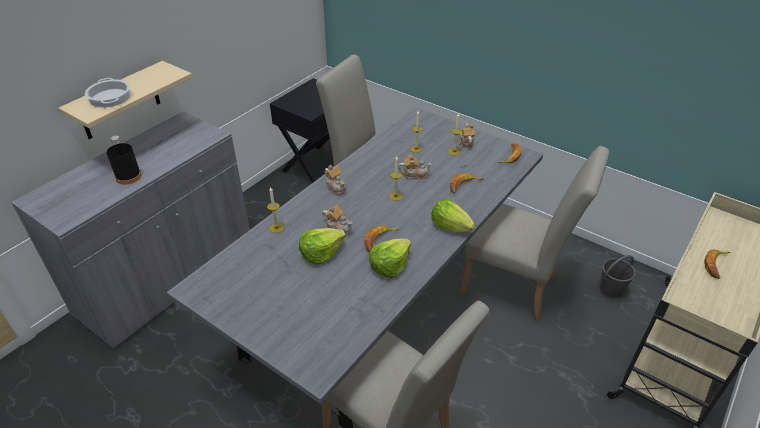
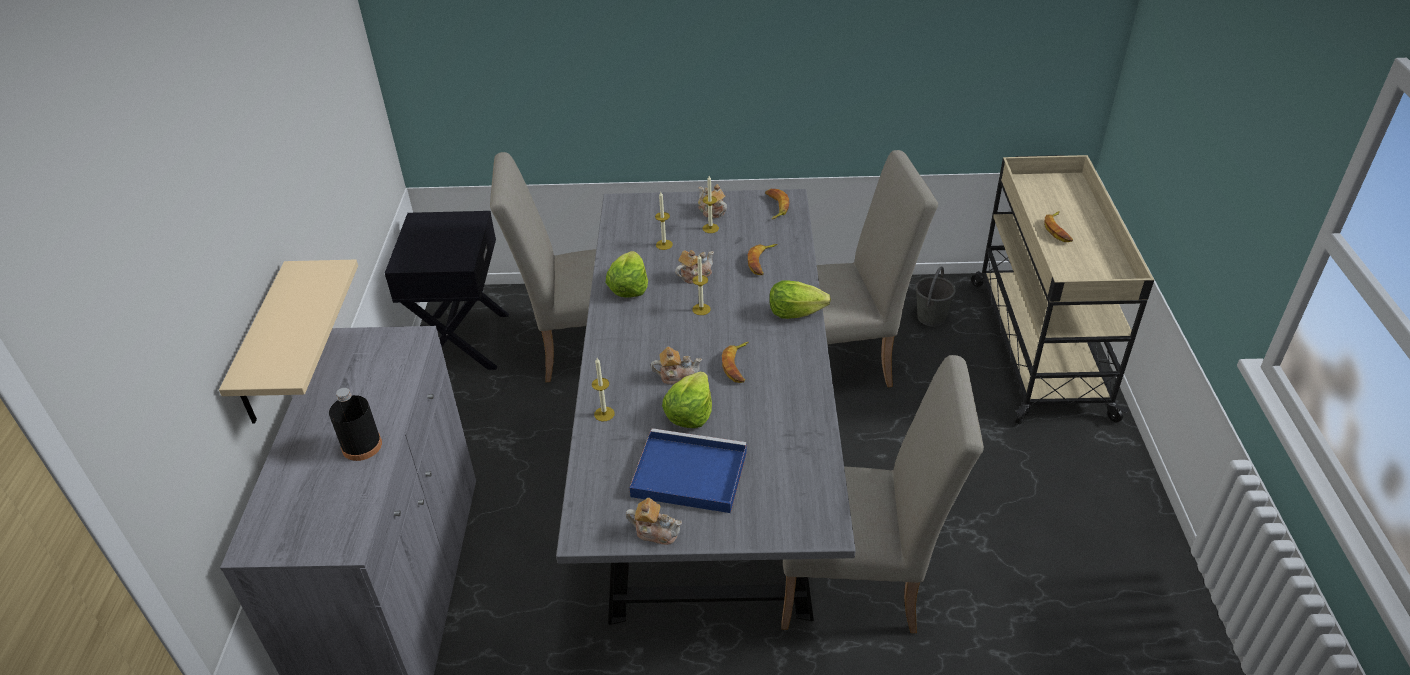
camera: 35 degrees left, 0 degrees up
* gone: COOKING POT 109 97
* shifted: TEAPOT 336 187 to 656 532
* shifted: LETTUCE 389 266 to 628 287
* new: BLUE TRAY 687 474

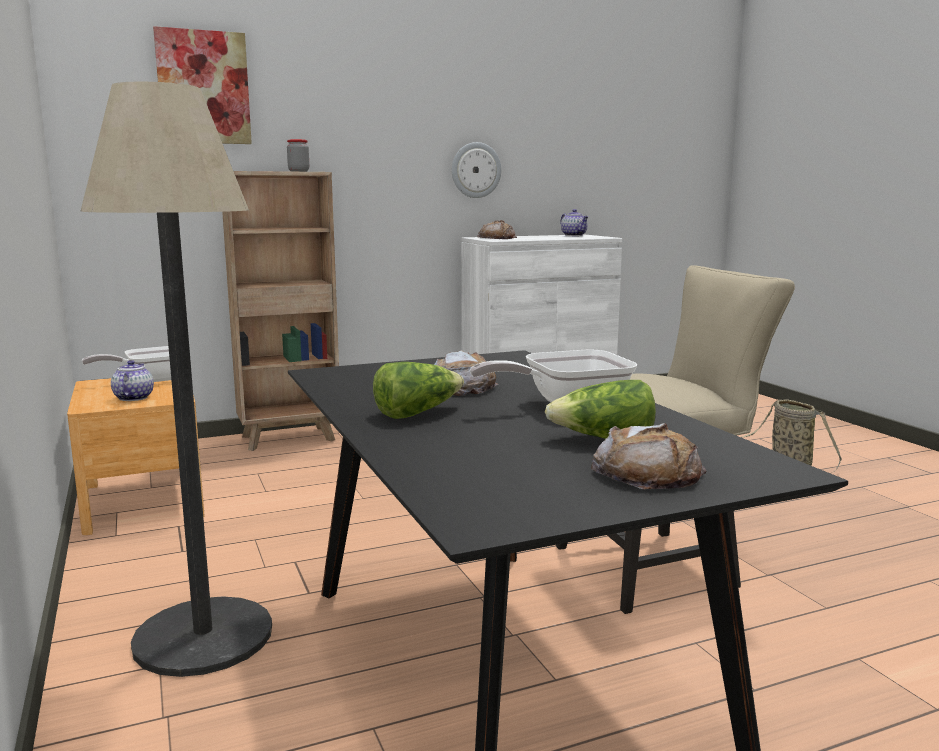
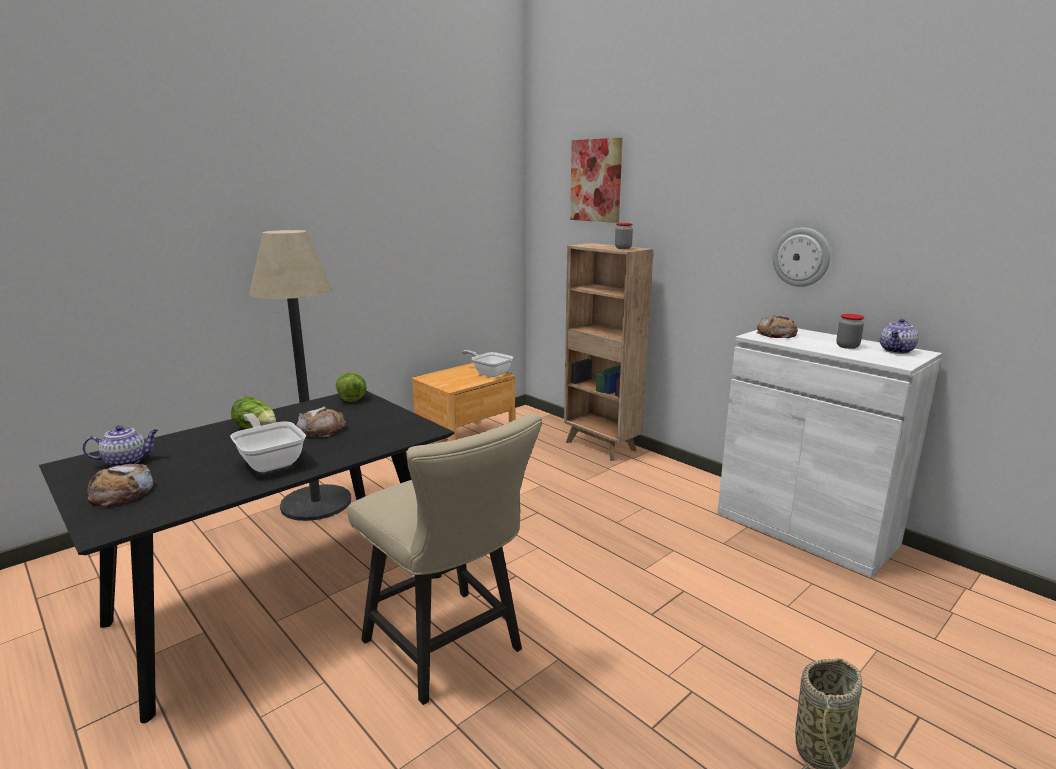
camera: 70 degrees right, 5 degrees up
* shifted: TEAPOT 133 398 to 127 461
* shifted: LETTUCE 604 440 to 351 397
* new: JAR 847 346

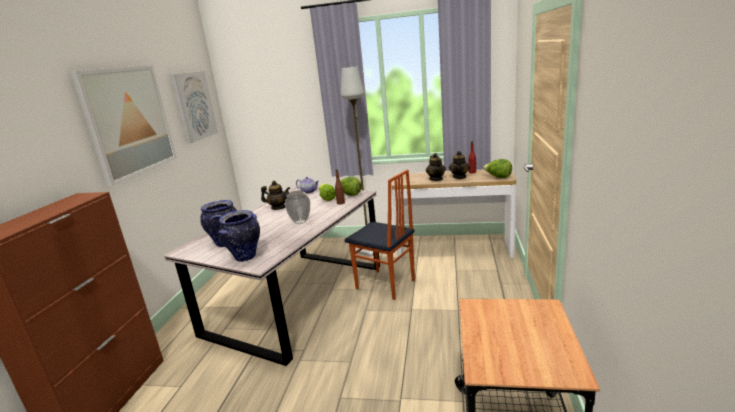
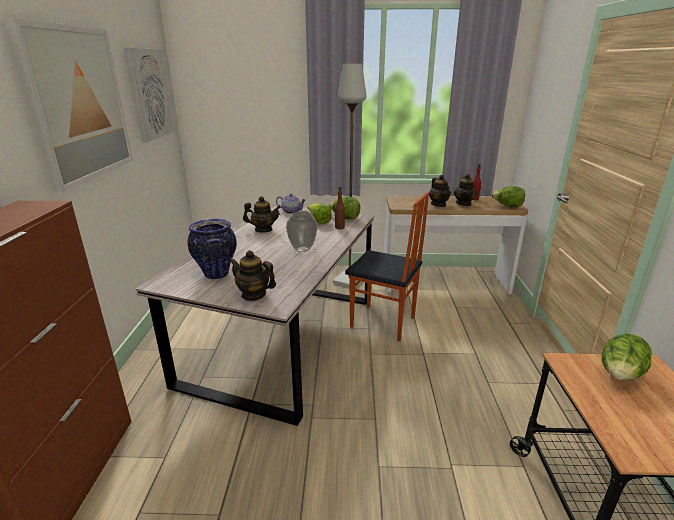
camera: 10 degrees left, 5 degrees up
* swapped: VASE 245 257 to TEAPOT 253 295
* new: LETTUCE 620 375

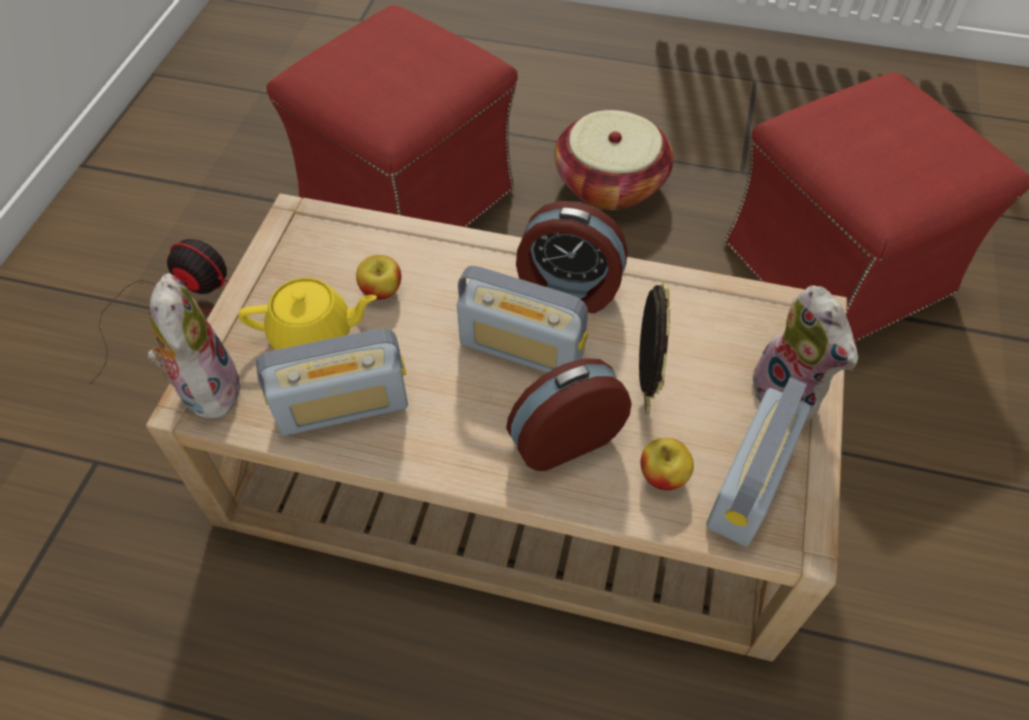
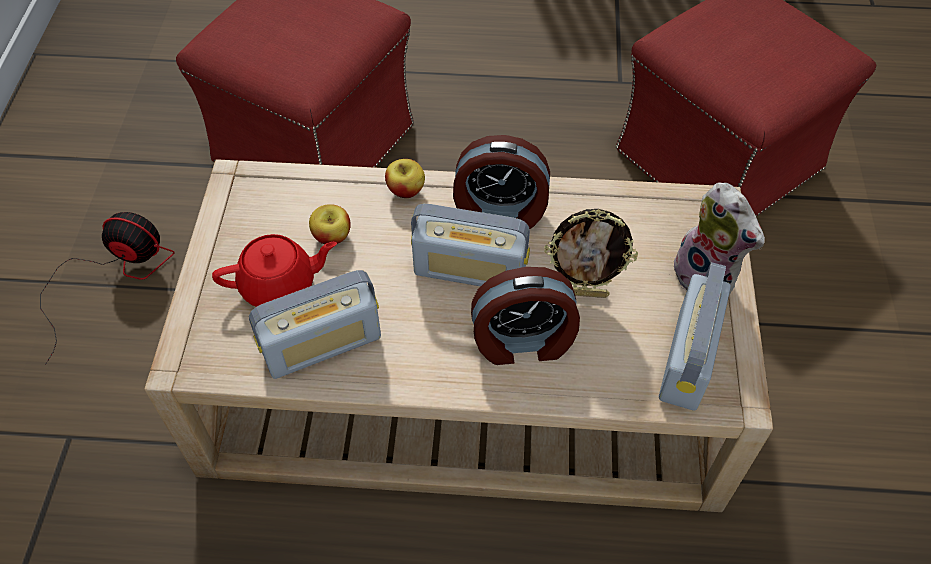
camera: 10 degrees left, 0 degrees up
* gone: BASKET 610 183
* gone: PLUSH TOY 206 387
* repainted: YELLOW TEAPOT 314 335 to RED TEAPOT 280 285
* rotated: PICTURE FRAME 642 391 = 582 293 105 degrees clockwise
* rotated: ALARM CLOCK 564 437 = 523 342 150 degrees counterclockwise
* shifted: APPLE 663 475 to 406 190

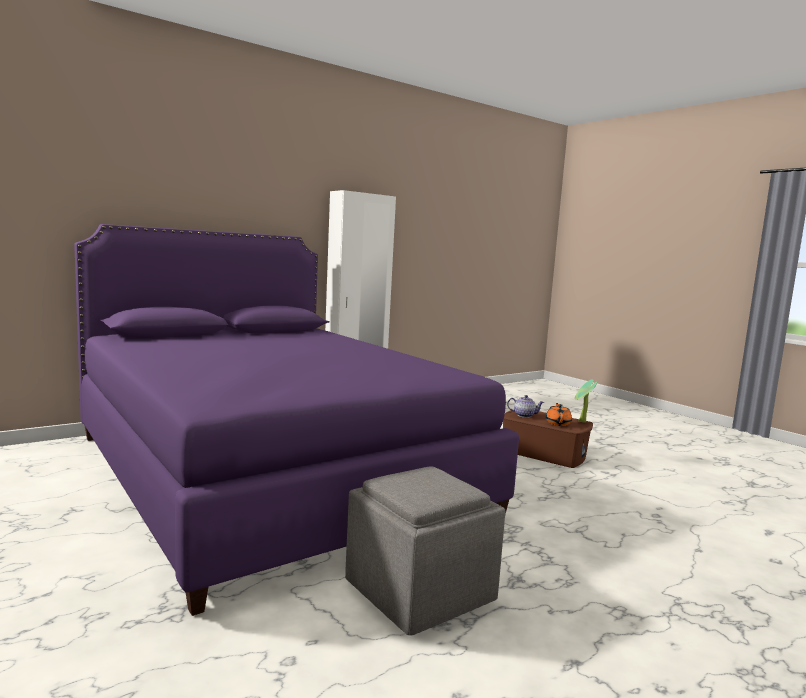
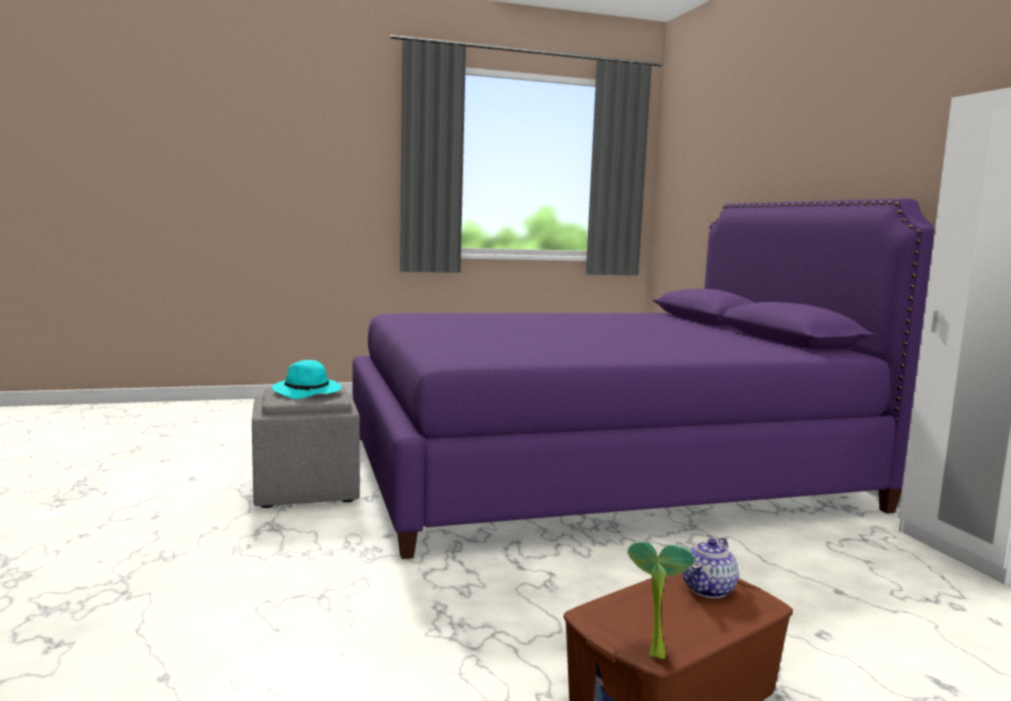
camera: 110 degrees right, 0 degrees up
* gone: ORANGE TEAPOT 558 423
* new: TURQUOISE HAT 308 392

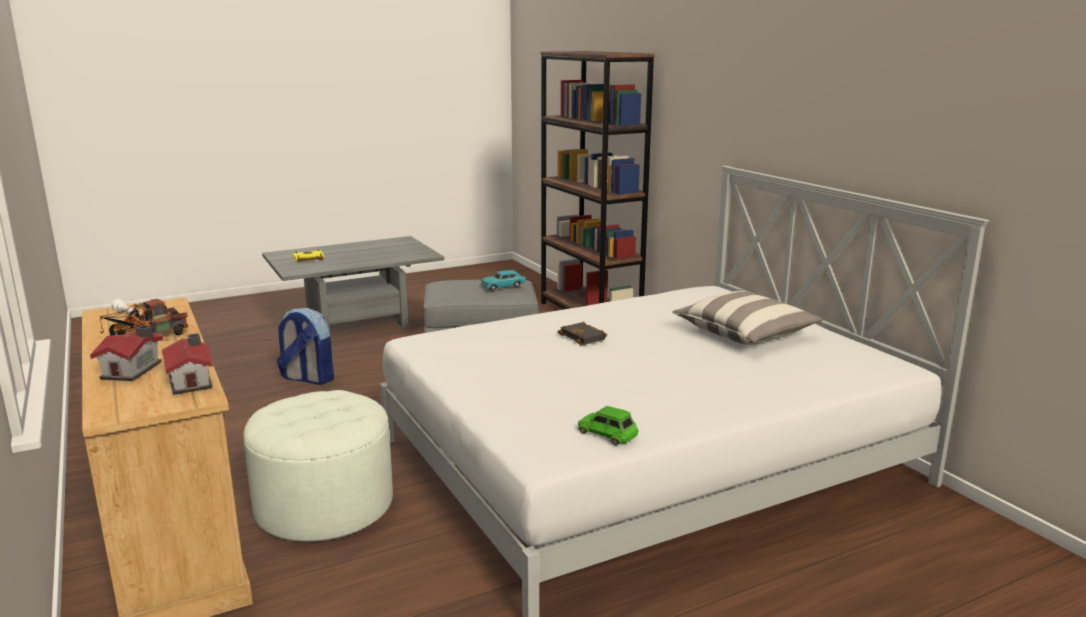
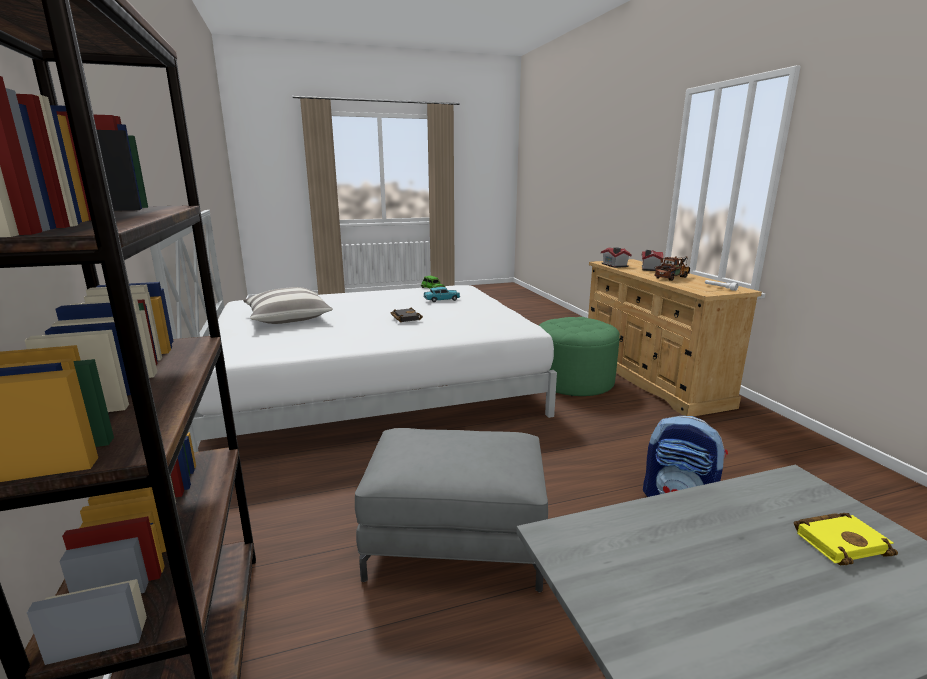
camera: 170 degrees left, 0 degrees up
* shifted: TURQUOISE TOY CAR 503 287 to 441 300
* repainted: WHITE OTTOMAN 324 505 to GREEN OTTOMAN 574 381

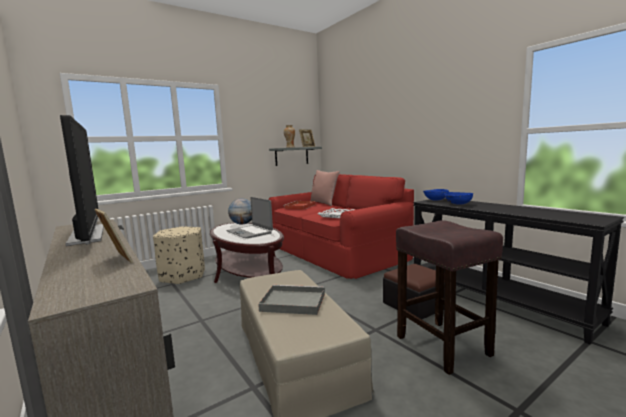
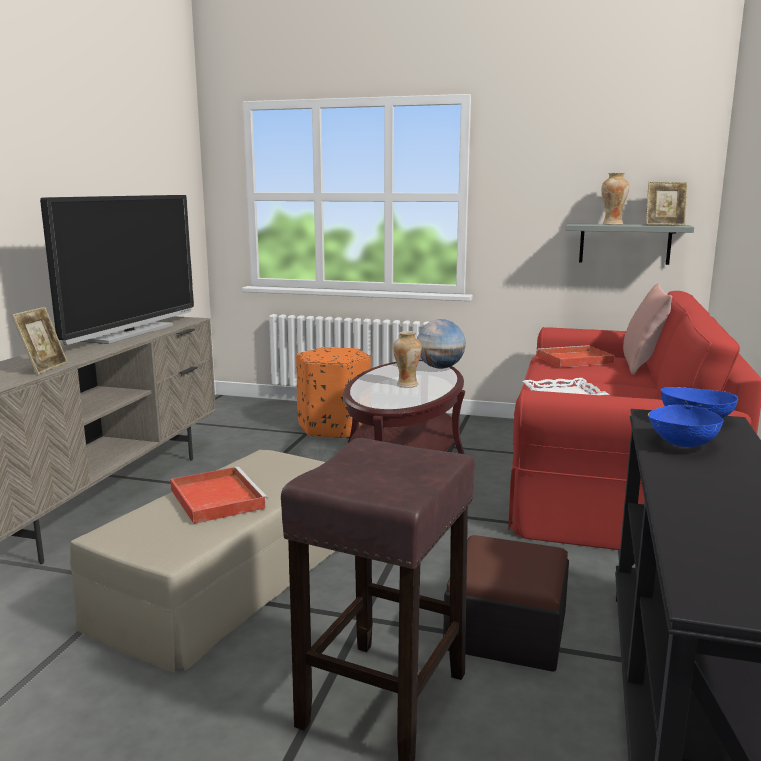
camera: 50 degrees right, 5 degrees up
* swapped: LAPTOP 249 232 to VASE 407 385
* repainted: BEIGE OTTOMAN 183 276 to ORANGE OTTOMAN 334 427
* repainted: GREY TRAY 292 302 to RED TRAY 216 498

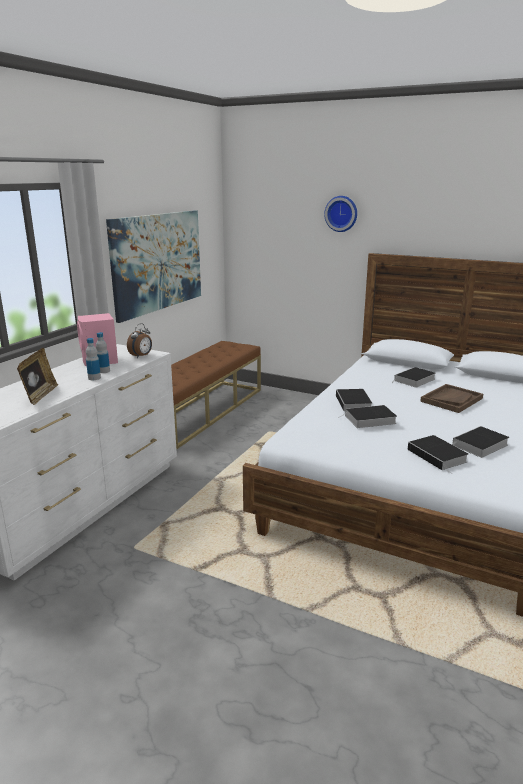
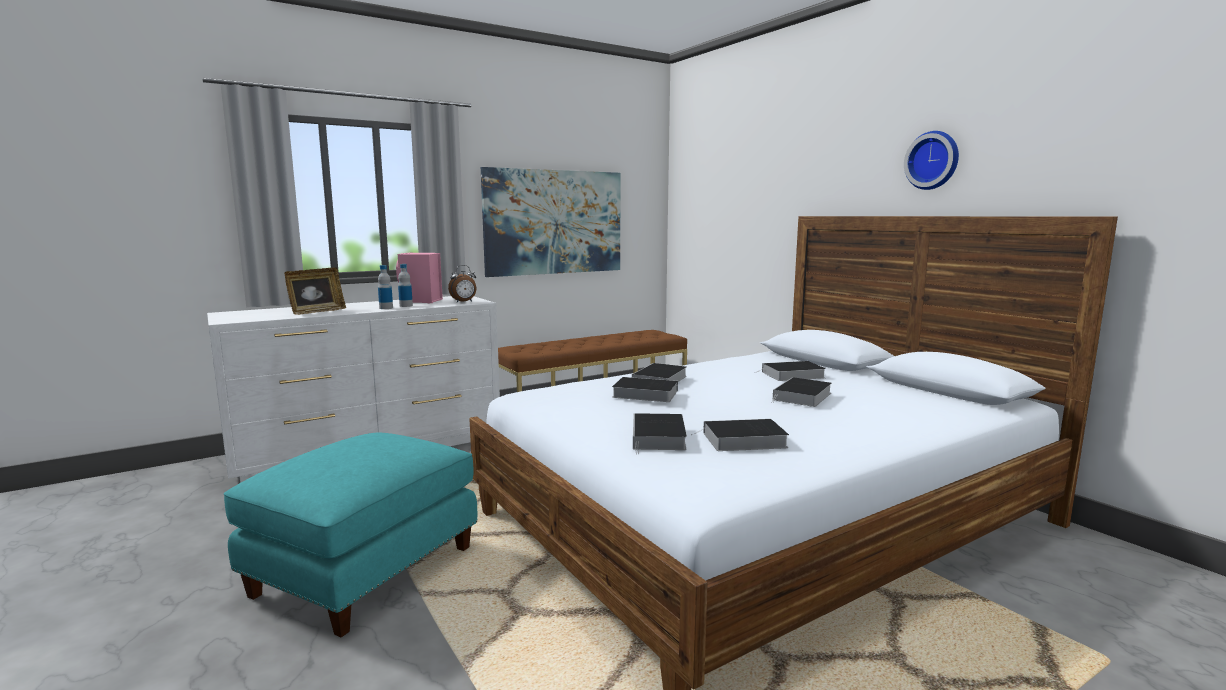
camera: 30 degrees right, 10 degrees down
* shifted: WALL CLOCK 341 213 to 933 160
* swapped: BROWN TRAY 451 400 to BOOK 802 397
* new: TURQUOISE OTTOMAN 365 570

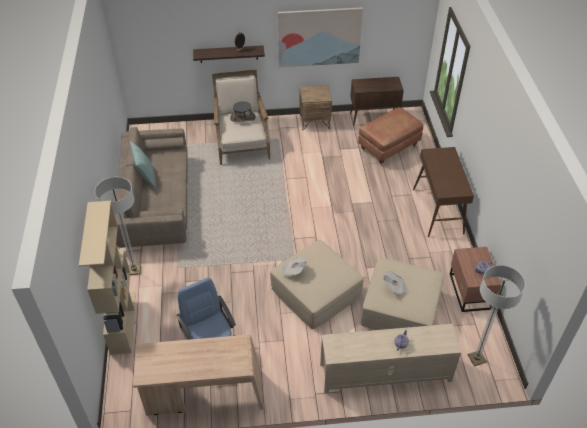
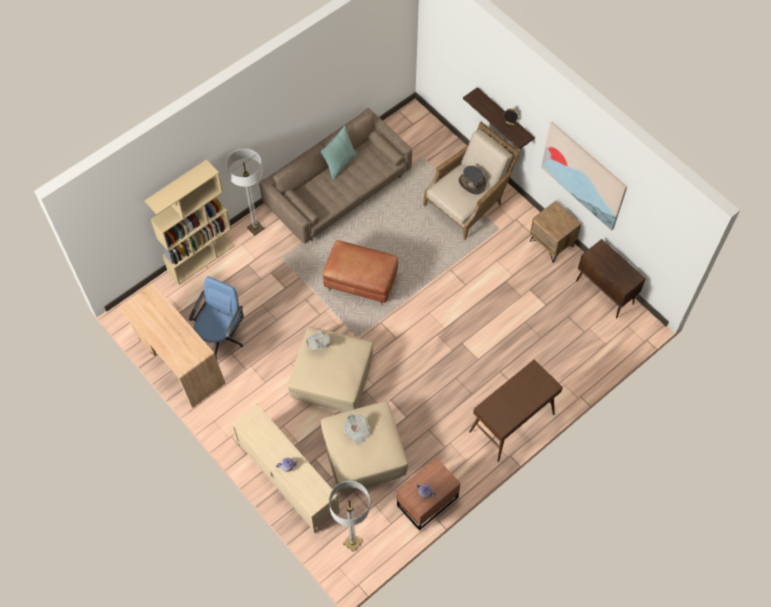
camera: 55 degrees right, 15 degrees up
* shifted: BROWN OTTOMAN 388 148 to 361 282

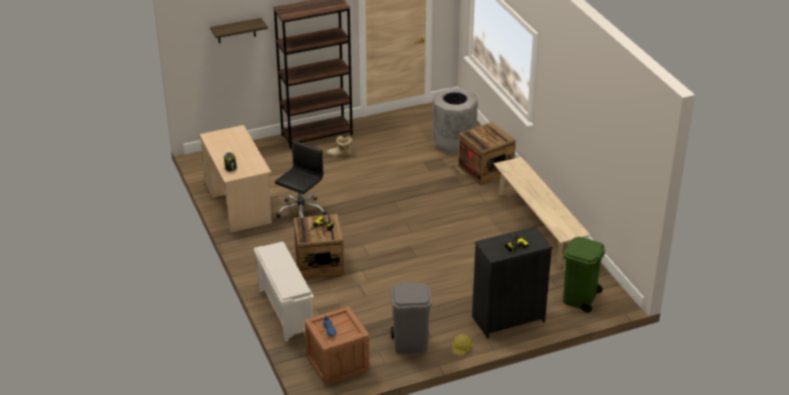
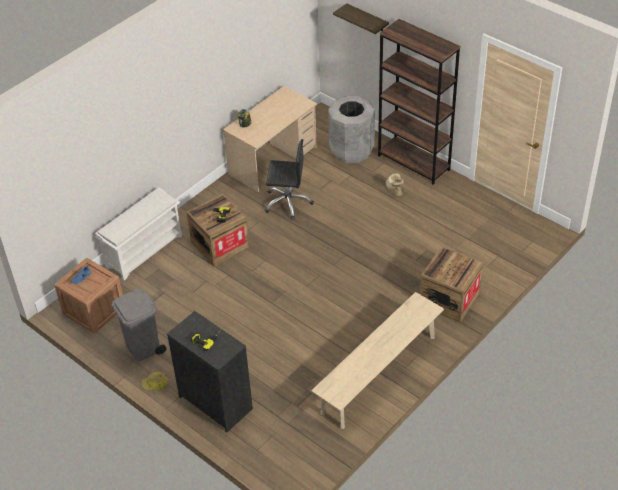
camera: 65 degrees right, 10 degrees up
* shifted: GREY TRASH CAN 454 143 to 352 151
* gone: GREEN TRASH CAN 579 299

